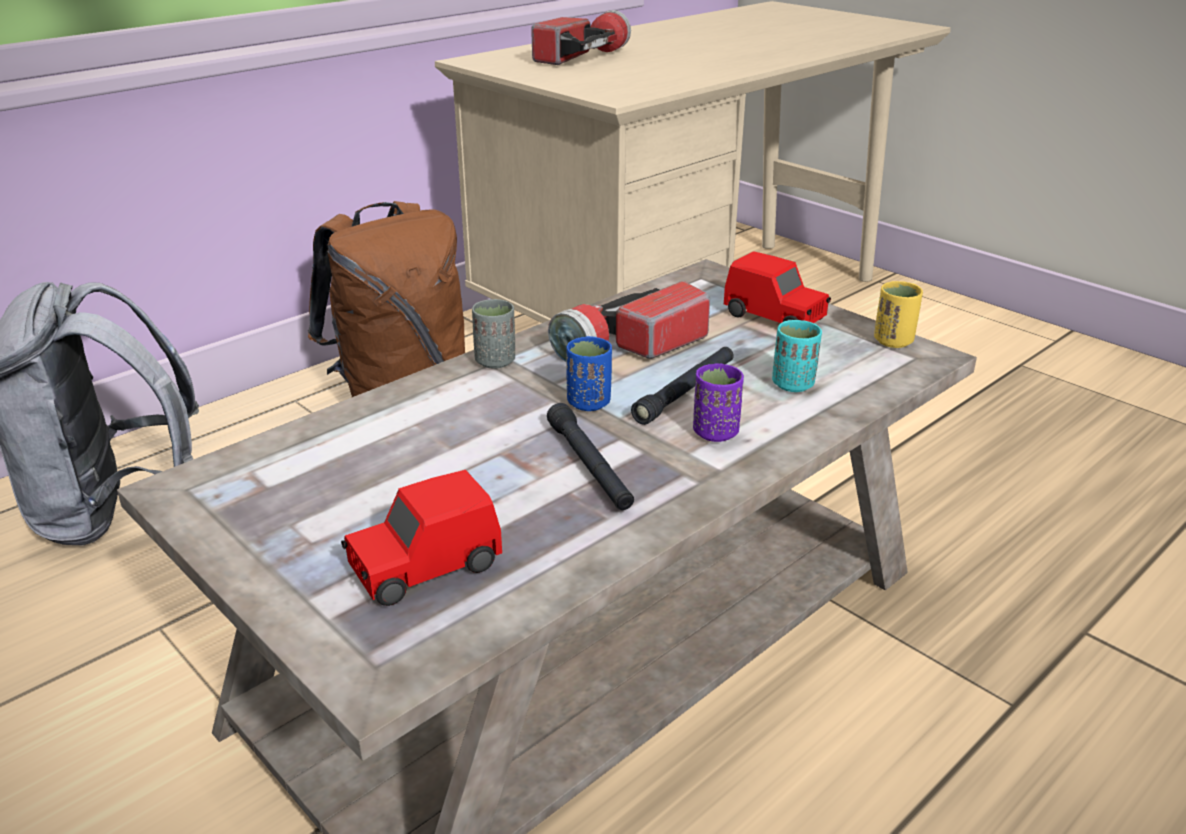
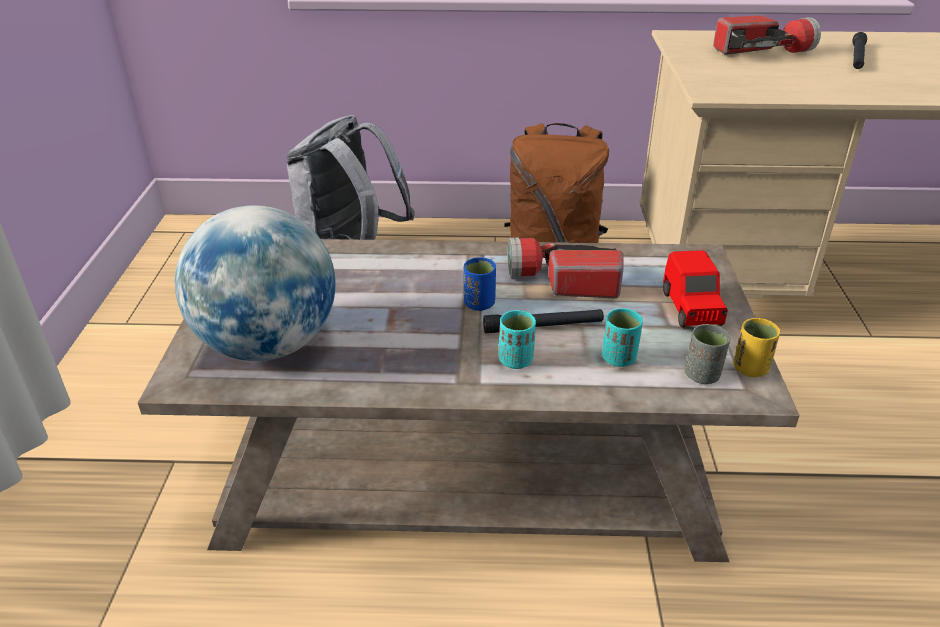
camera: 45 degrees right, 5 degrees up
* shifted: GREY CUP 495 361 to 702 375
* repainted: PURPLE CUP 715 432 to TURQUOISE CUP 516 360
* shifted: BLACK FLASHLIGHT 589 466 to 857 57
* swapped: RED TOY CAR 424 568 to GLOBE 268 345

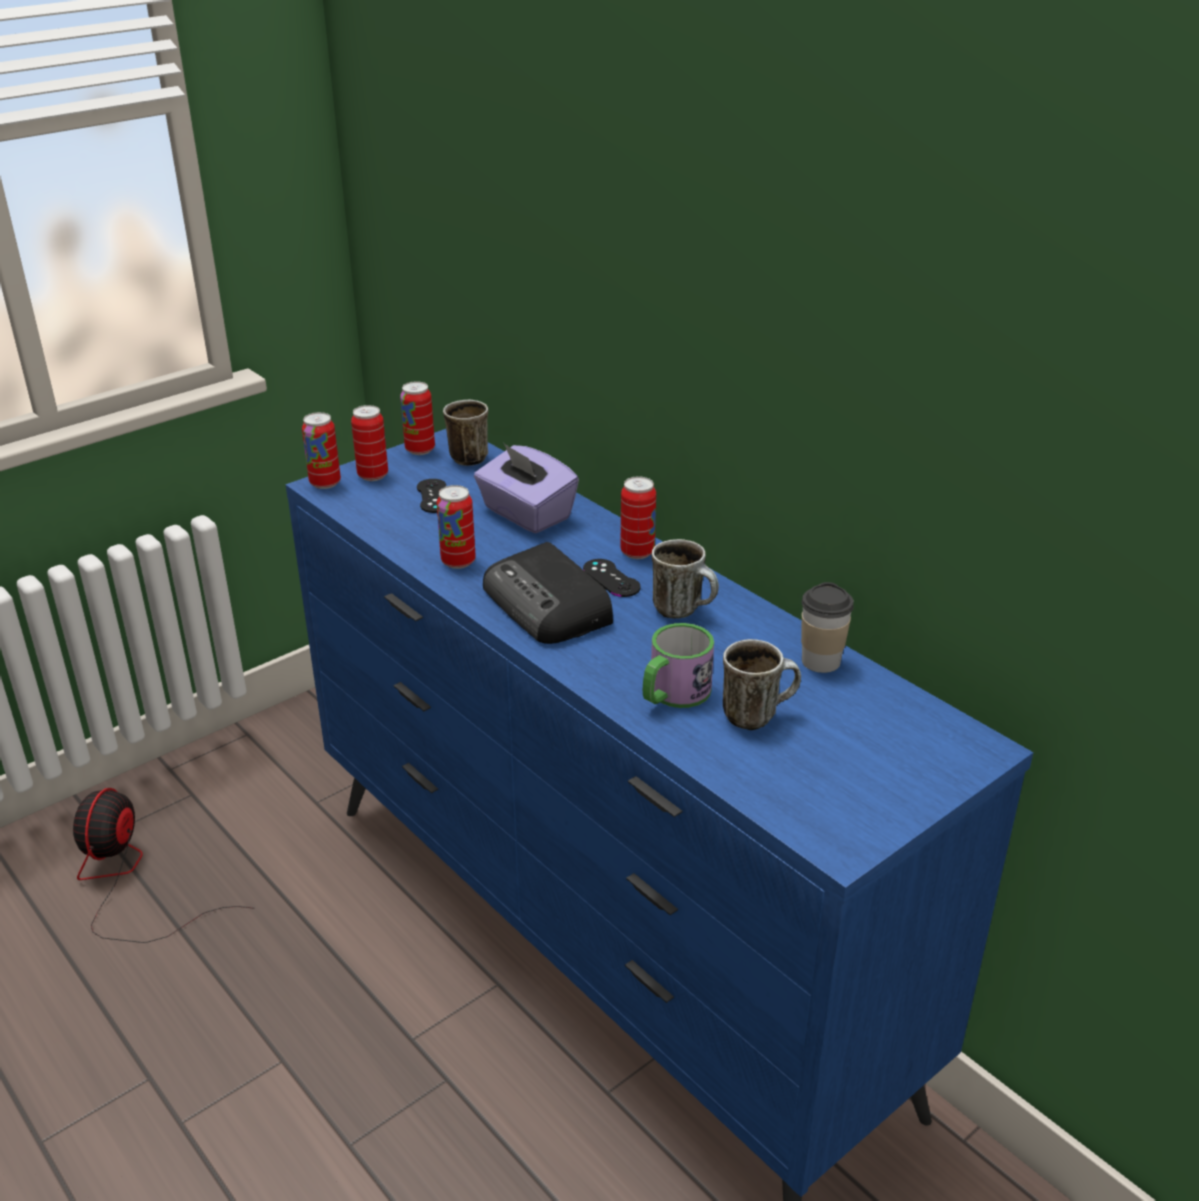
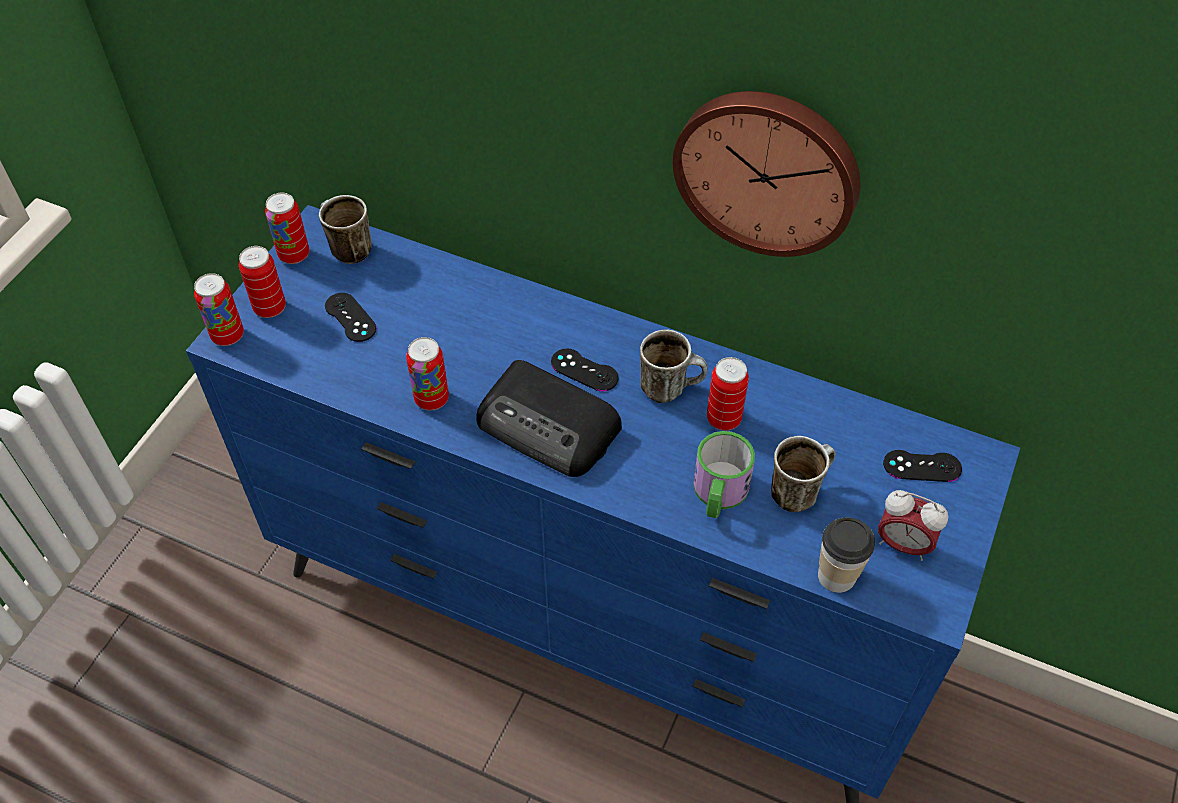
camera: 25 degrees left, 20 degrees up
* gone: PURPLE TISSUE BOX 526 514
* shifted: CAN 637 552 to 723 419
* shifted: CUP 820 661 to 836 576
* gone: FAN 129 881
* new: WALL CLOCK 768 170
* new: BLACK GAME CONTROLLER 922 466
* new: ALARM CLOCK 903 544

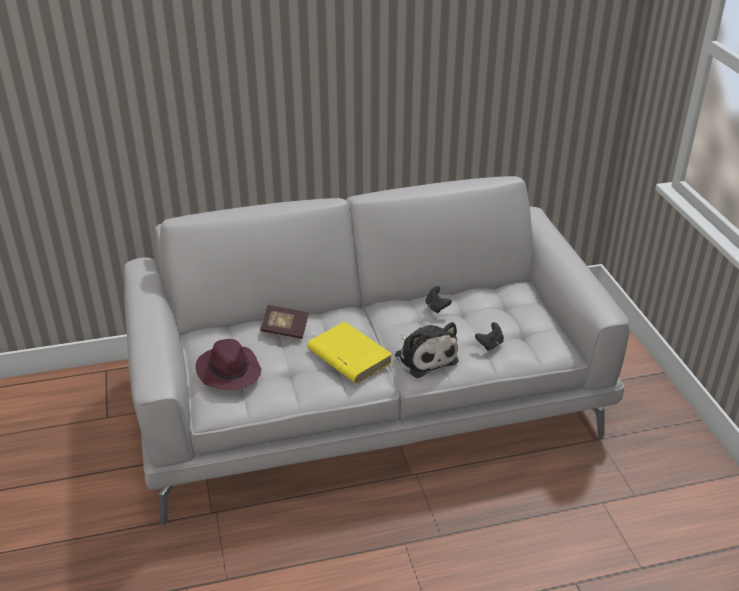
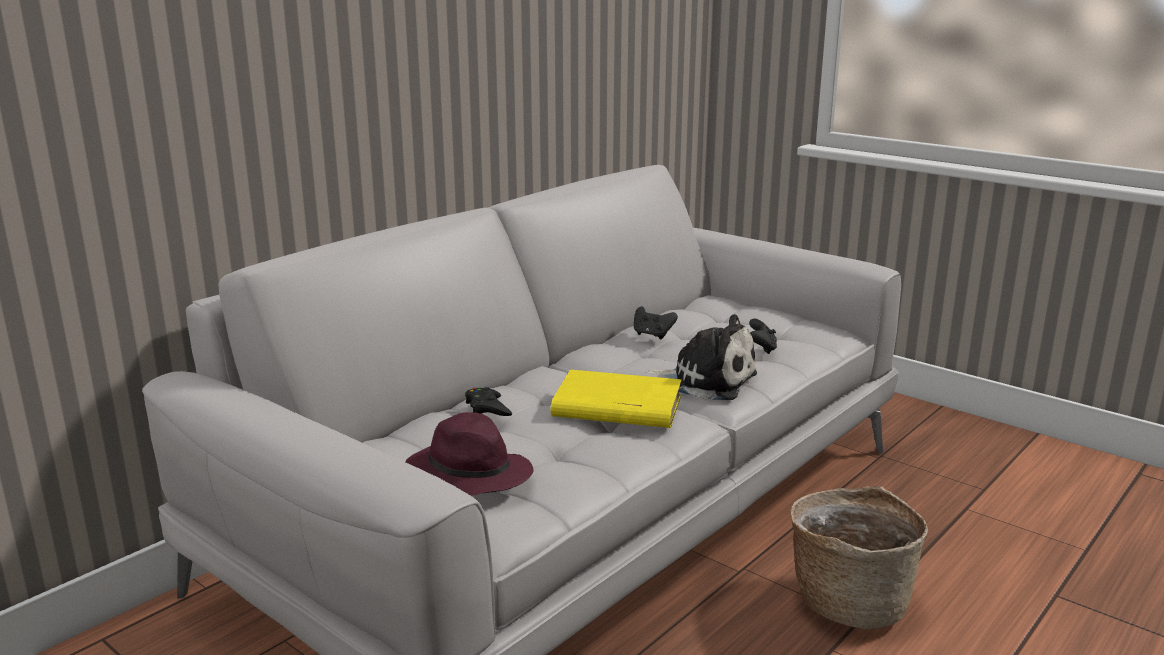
camera: 35 degrees left, 15 degrees down
* swapped: BOOK 285 329 to BLACK GAME CONTROLLER 487 408
* new: BASKET 848 600

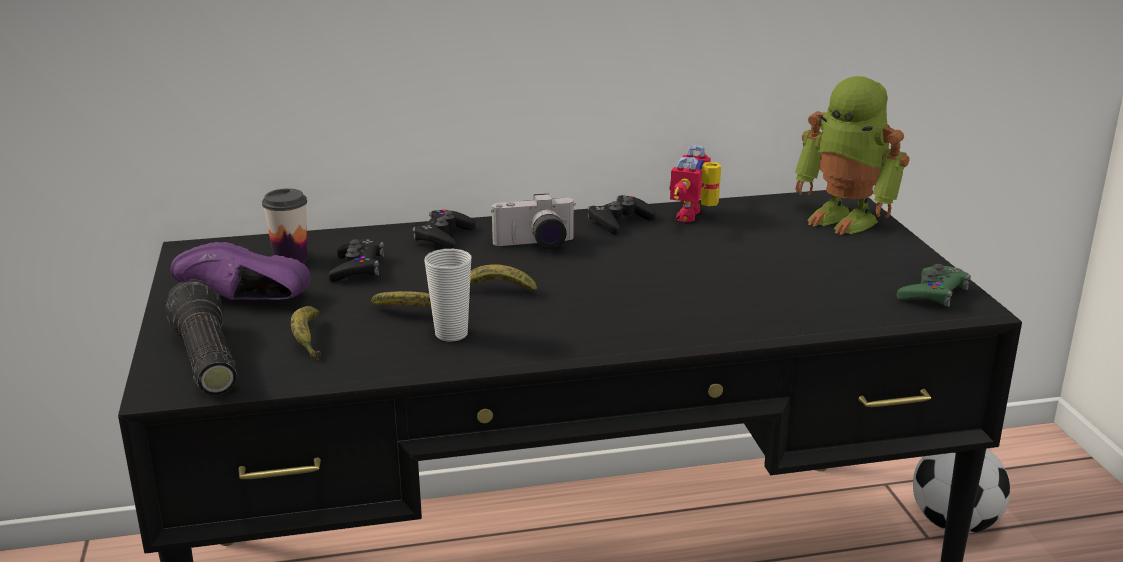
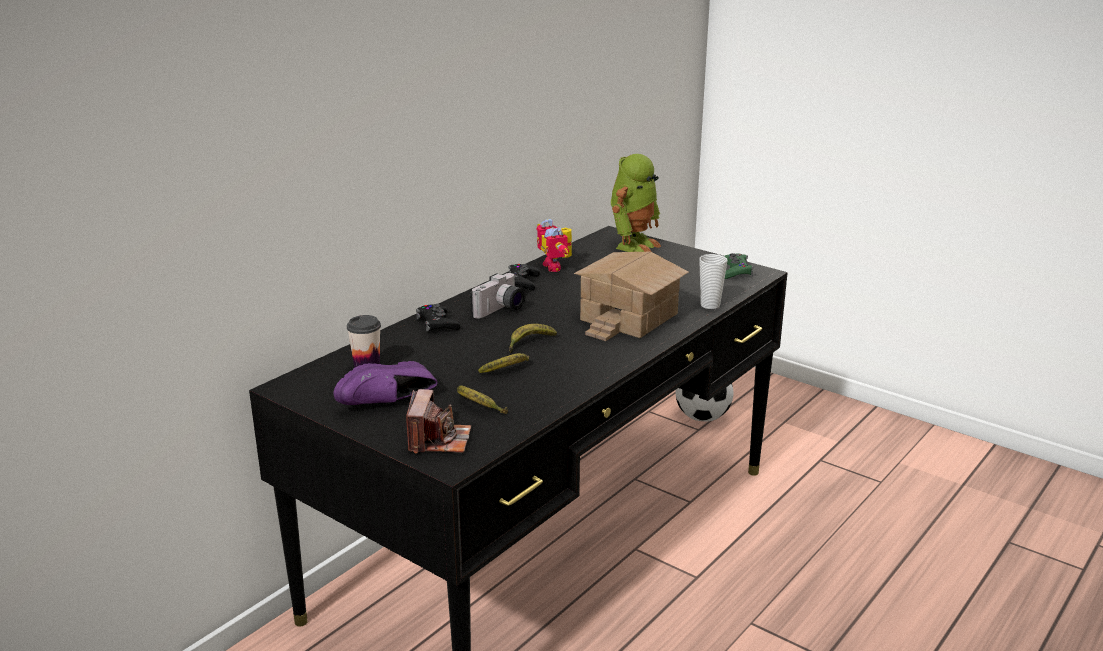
camera: 40 degrees left, 0 degrees up
* rotated: TOY ROBOT 846 219 = 633 244 60 degrees counterclockwise
* gone: BLACK GAME CONTROLLER 357 268
* shifted: CUP 451 334 to 710 305
* swapped: FLASHLIGHT 203 359 to PHOTO CAMERA 438 440
* new: TOY HOUSE 627 316

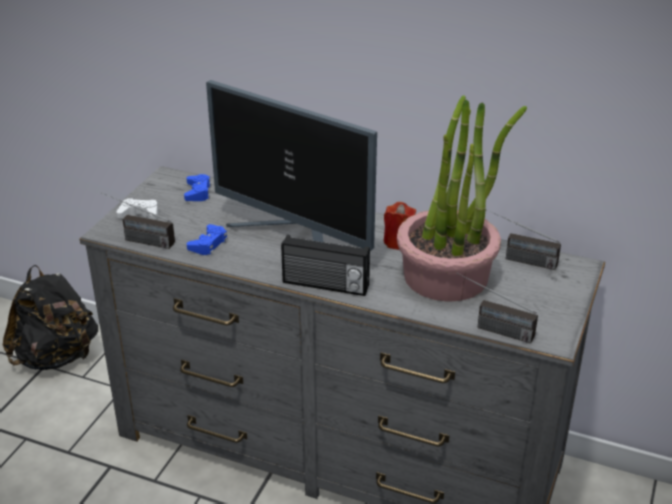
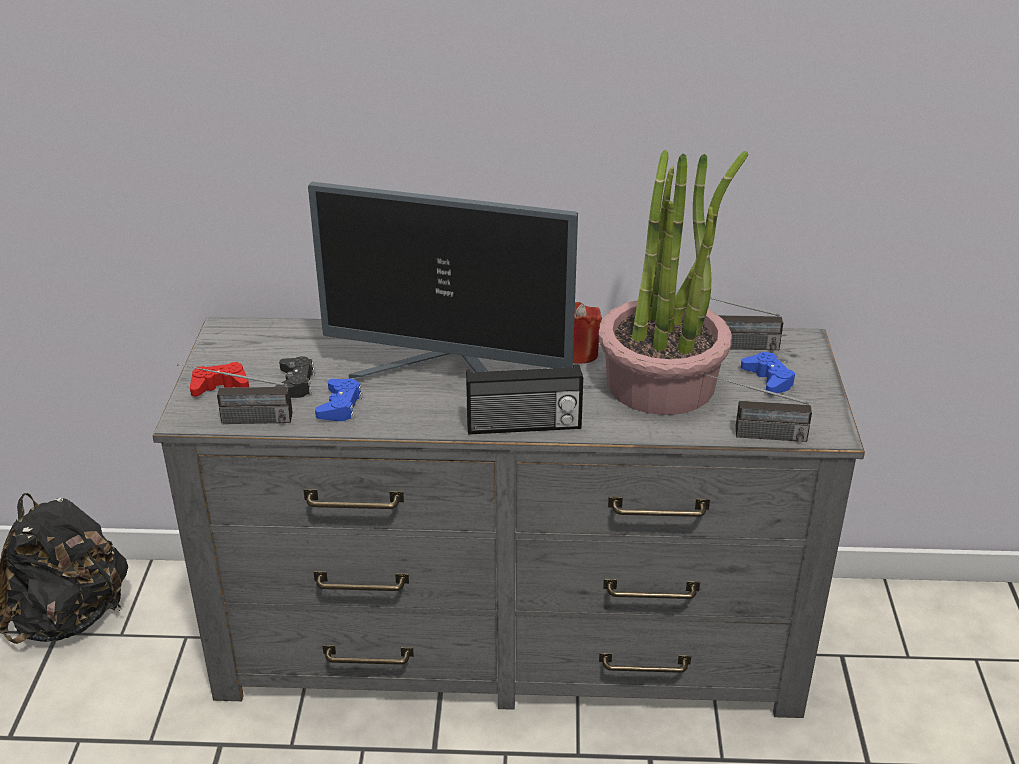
camera: 20 degrees left, 0 degrees up
* shifted: BLUE GAME CONTROLLER 198 192 to 768 379
* repainted: WHITE GAME CONTROLLER 139 214 to RED GAME CONTROLLER 220 386
* new: BLACK GAME CONTROLLER 295 383

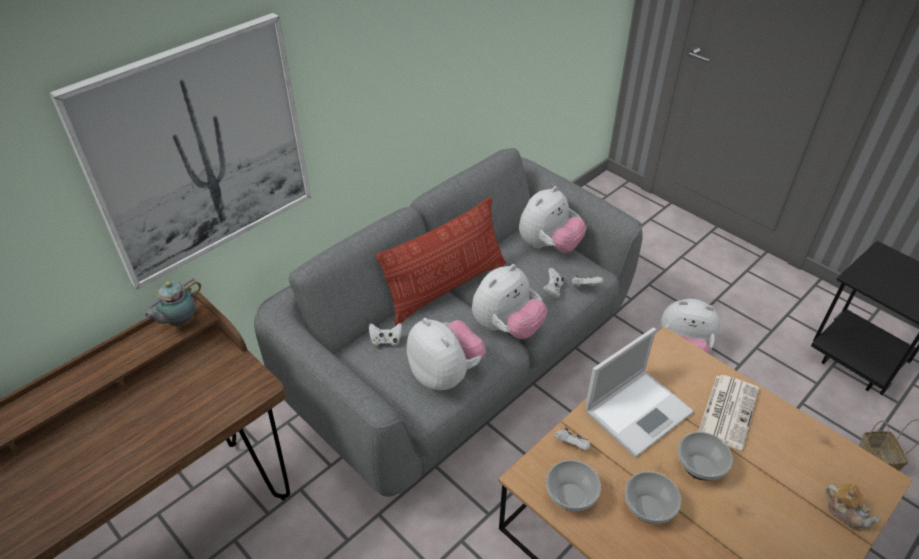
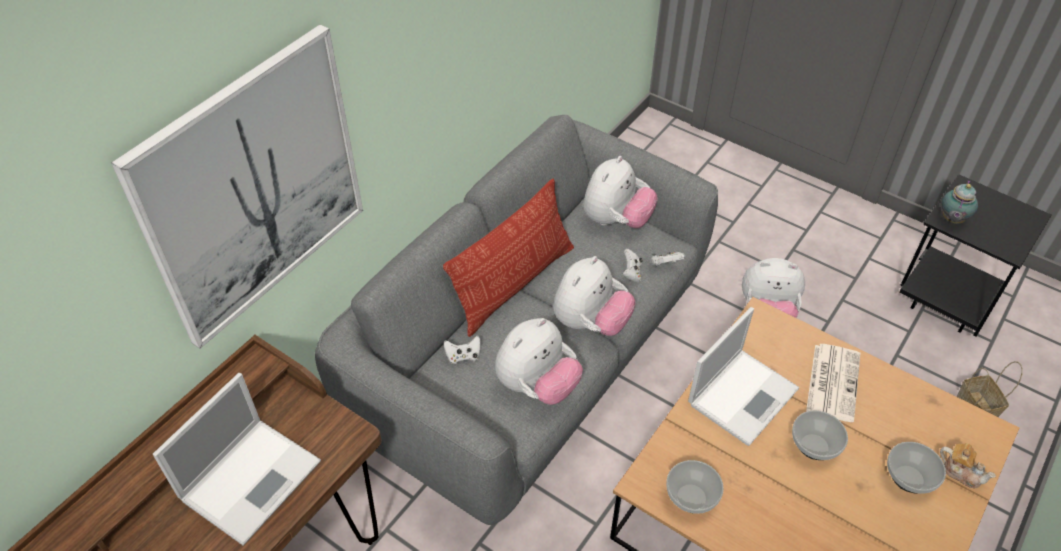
camera: 10 degrees left, 5 degrees up
* shifted: TEAPOT 180 322 to 951 220
* rotated: PLUSH TOY 445 374 = 537 385 90 degrees clockwise
* gone: WHITE GAME CONTROLLER 572 445
* shifted: BOWL 648 509 to 908 479
* new: LAPTOP 252 478

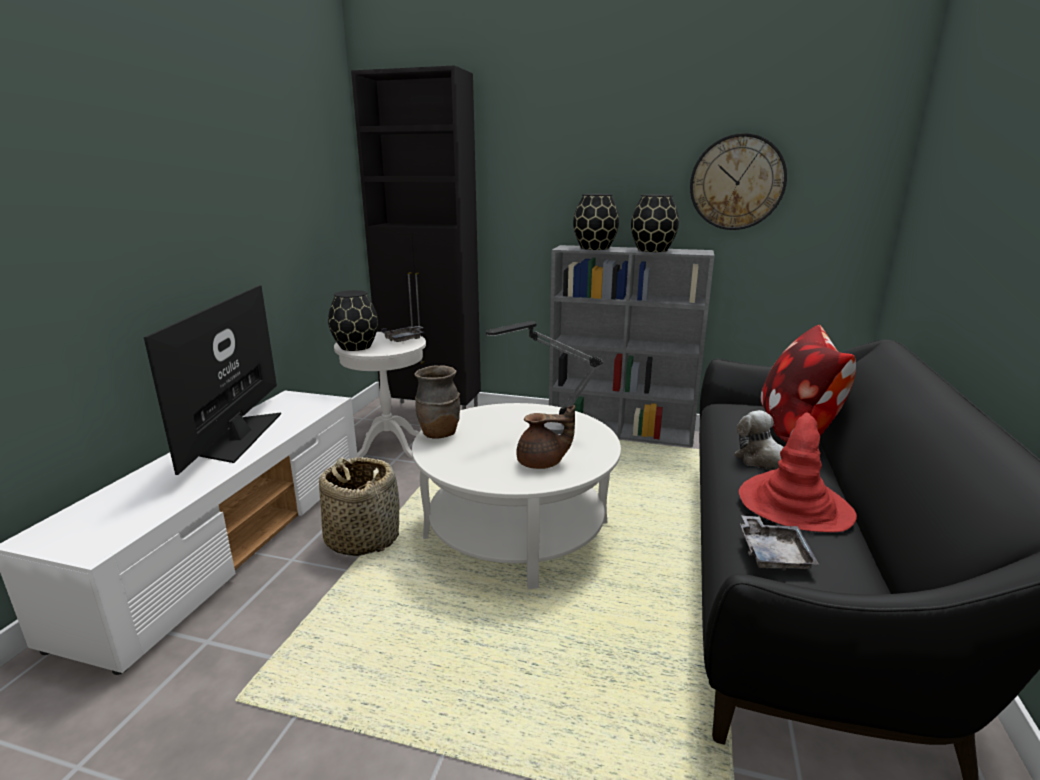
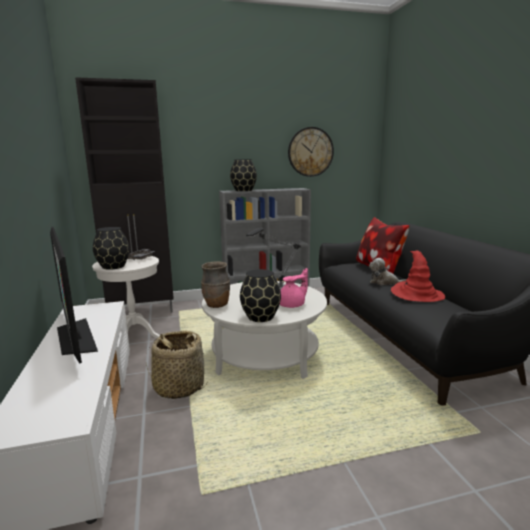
camera: 30 degrees left, 5 degrees down
* shifted: BLACK VASE 653 250 to 260 317
* repainted: BROWN TEAPOT 542 463 to PINK TEAPOT 293 305
* gone: GREY TRAY 773 553

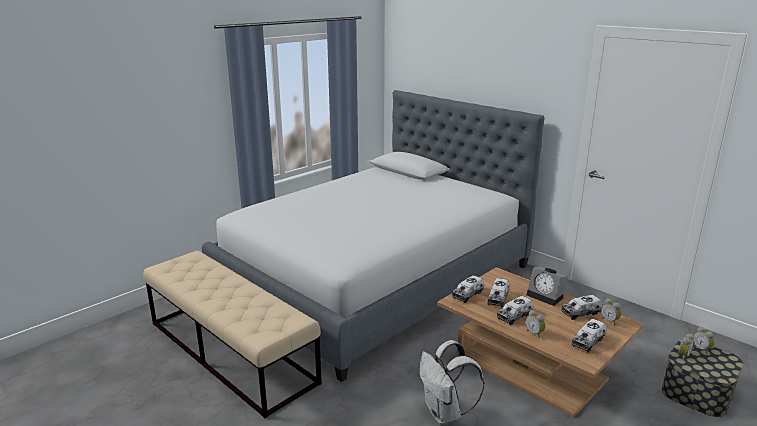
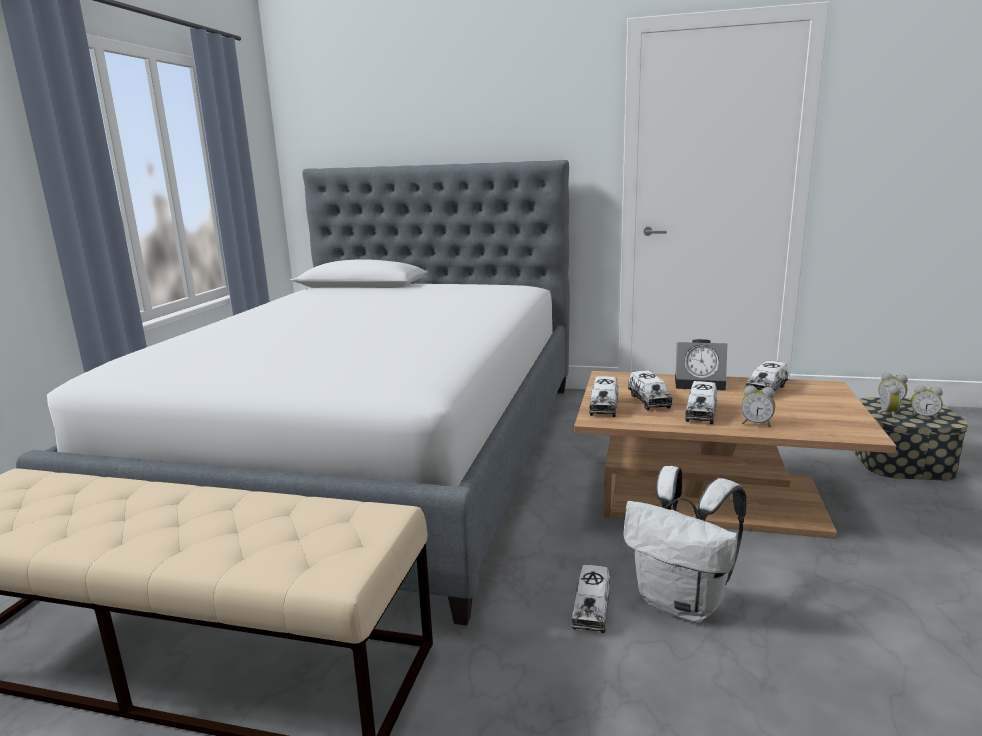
camera: 30 degrees left, 5 degrees down
* shifted: ALARM CLOCK 610 321 to 923 417
* shifted: TOY TRUCK 588 341 to 591 610

